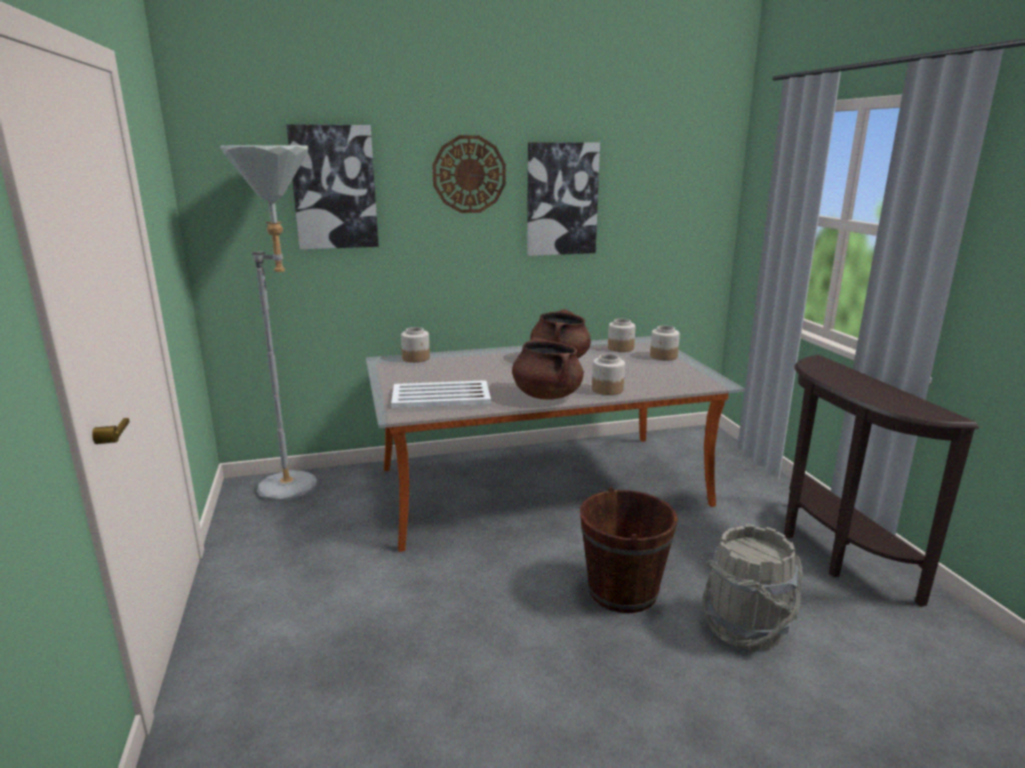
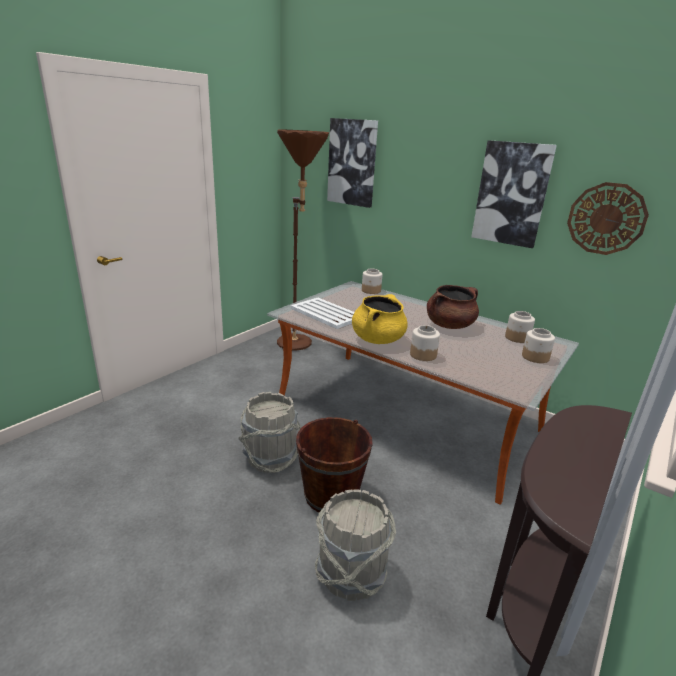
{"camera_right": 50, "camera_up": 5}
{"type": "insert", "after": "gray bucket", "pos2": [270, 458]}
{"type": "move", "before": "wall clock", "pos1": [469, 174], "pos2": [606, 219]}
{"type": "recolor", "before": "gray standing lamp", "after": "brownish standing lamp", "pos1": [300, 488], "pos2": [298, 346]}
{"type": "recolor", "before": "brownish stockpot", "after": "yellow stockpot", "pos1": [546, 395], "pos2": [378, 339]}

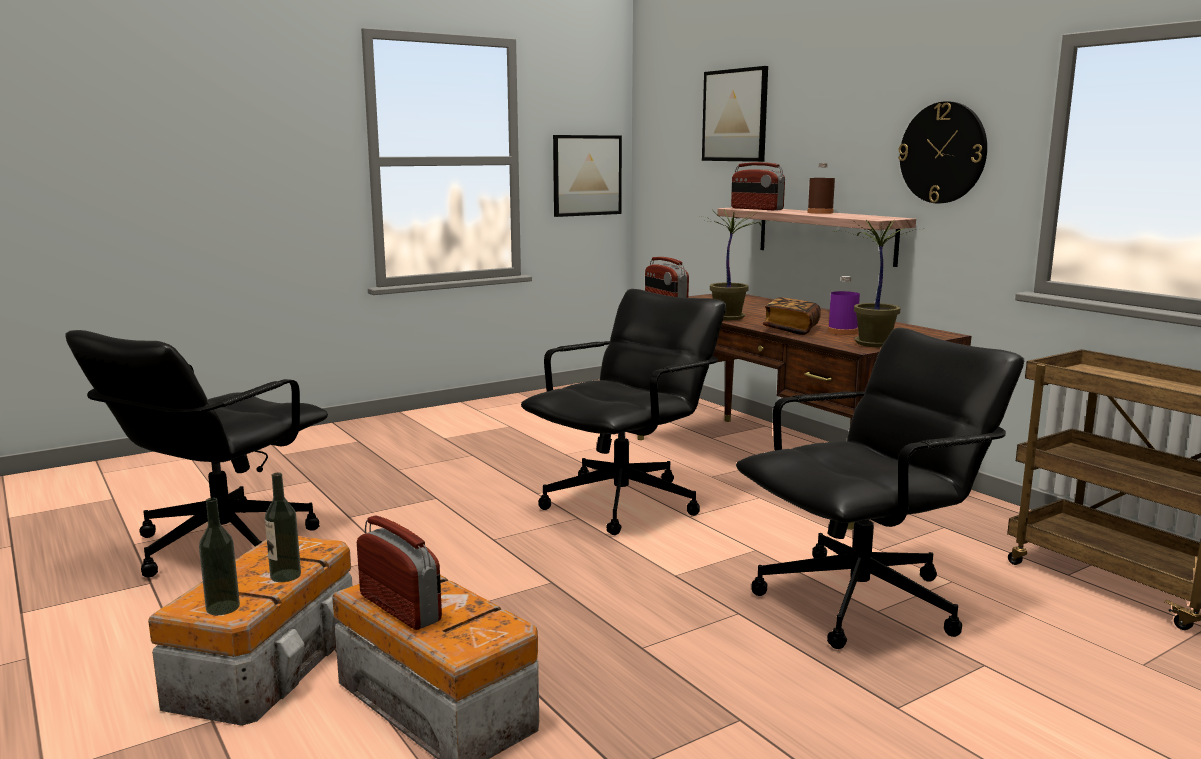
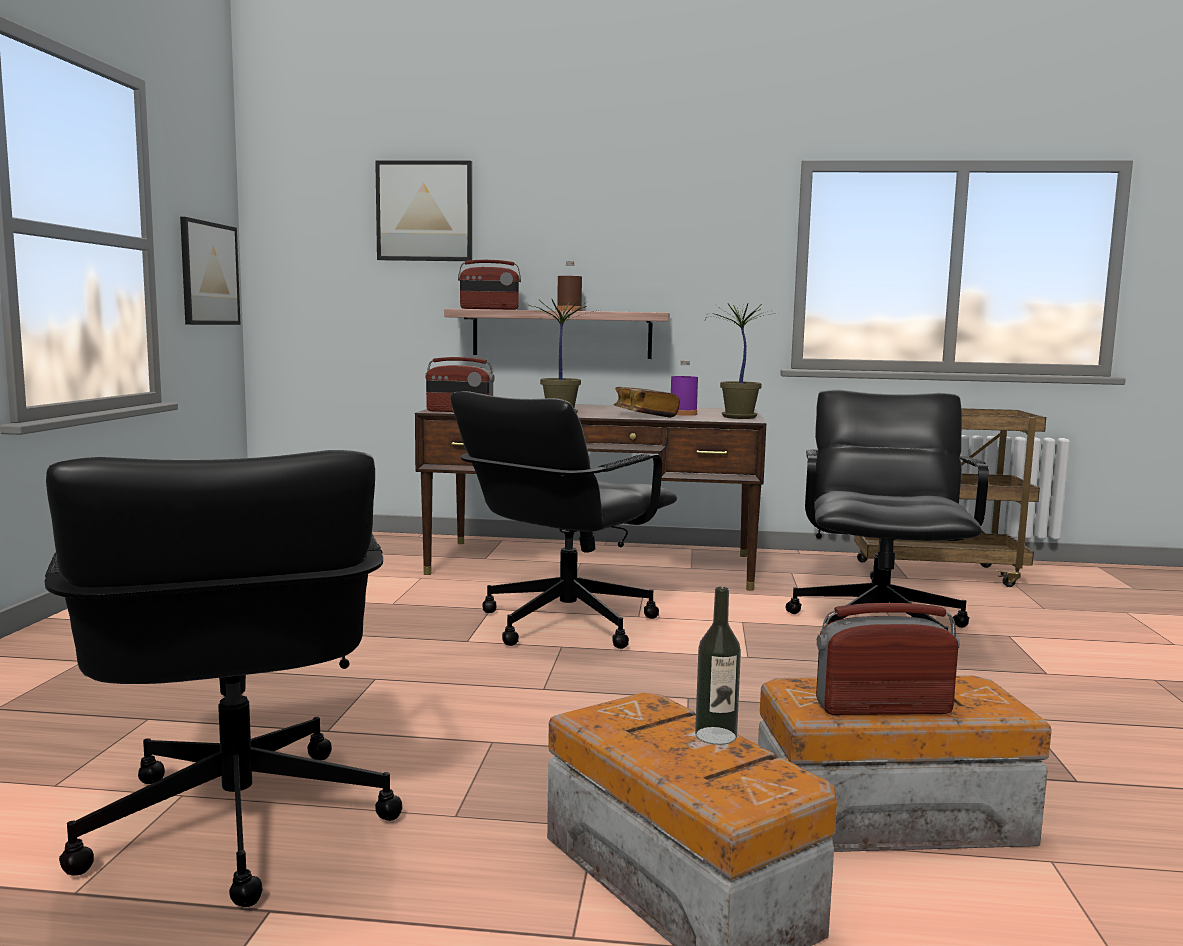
{"camera_right": -50, "camera_up": -5}
{"type": "delete", "before": "bottle", "pos1": [223, 608]}
{"type": "delete", "before": "wall clock", "pos1": [943, 153]}
{"type": "rotate", "before": "black-coloured computer chair", "pos1": [624, 503], "pos2": [564, 624], "turn": -135}

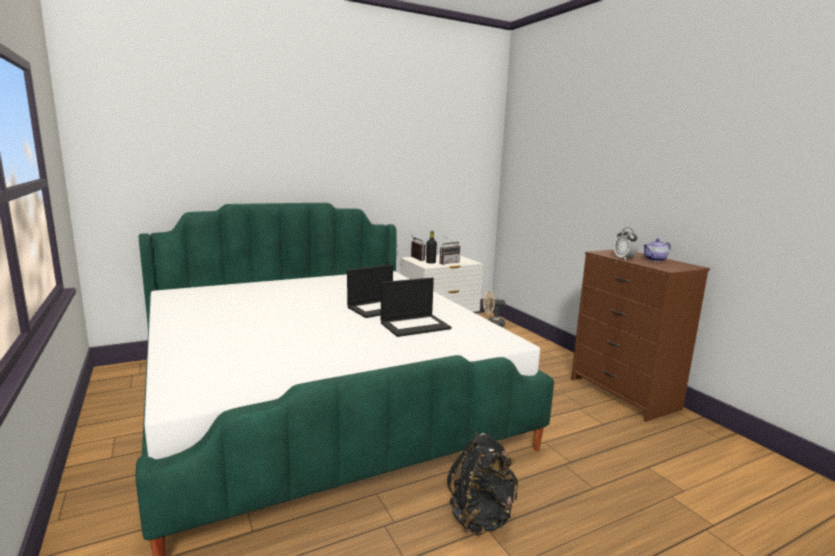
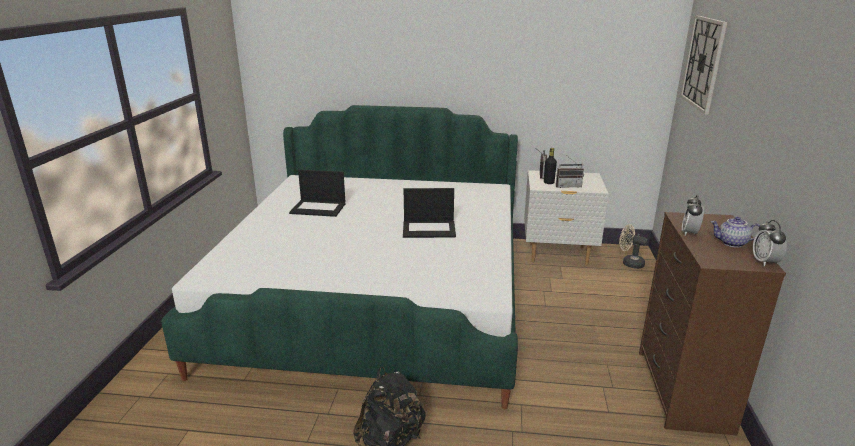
{"camera_right": 35, "camera_up": 10}
{"type": "insert", "after": "wall clock", "pos2": [703, 63]}
{"type": "insert", "after": "alarm clock", "pos2": [764, 262]}
{"type": "move", "before": "laptop", "pos1": [415, 325], "pos2": [319, 208]}

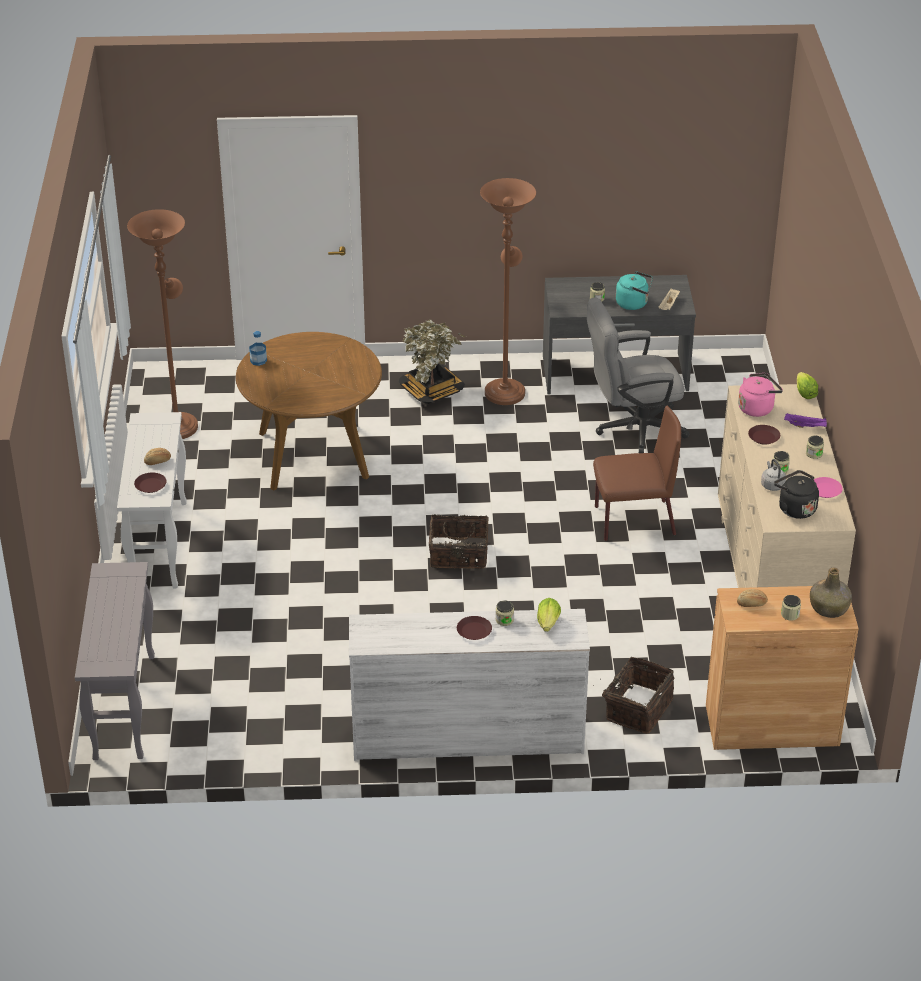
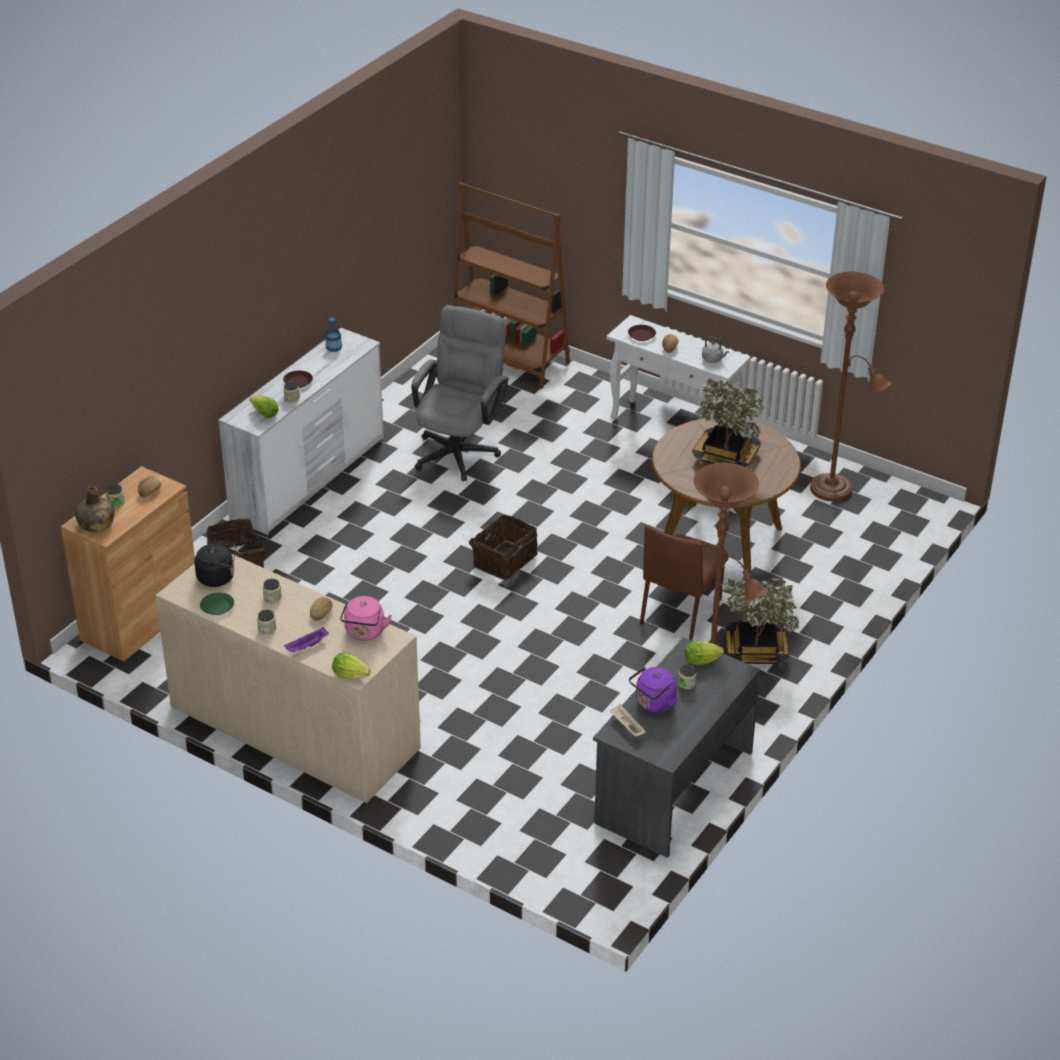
{"camera_right": 125, "camera_up": 0}
{"type": "insert", "after": "lettuce head", "pos2": [701, 660]}
{"type": "insert", "after": "plant in a pot", "pos2": [725, 456]}
{"type": "move", "before": "bottle", "pos1": [258, 361], "pos2": [334, 347]}
{"type": "move", "before": "gray computer chair", "pos1": [632, 428], "pos2": [460, 449]}
{"type": "move", "before": "brownish plain chair", "pos1": [633, 521], "pos2": [681, 611]}
{"type": "move", "before": "gray tea kettle", "pos1": [772, 485], "pos2": [713, 359]}
{"type": "replace", "before": "gray console table", "after": "brownish shelving unit", "pos1": [124, 705], "pos2": [509, 358]}
{"type": "replace", "before": "brownish flat dish", "after": "bread", "pos1": [763, 437], "pos2": [322, 613]}
{"type": "recolor", "before": "blue-green tea kettle", "after": "purple-coloured tea kettle", "pos1": [634, 303], "pos2": [653, 704]}
{"type": "recolor", "before": "pink-coloured flat dish", "after": "greenish flat dish", "pos1": [825, 490], "pos2": [217, 607]}

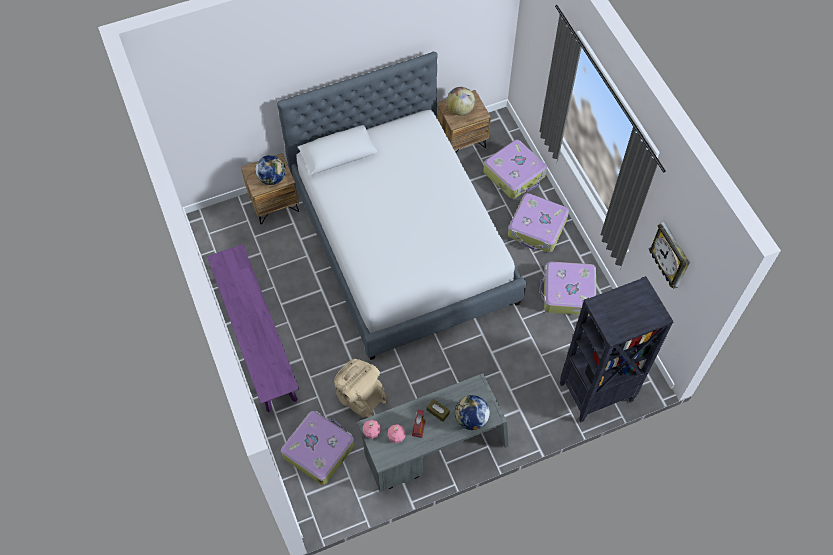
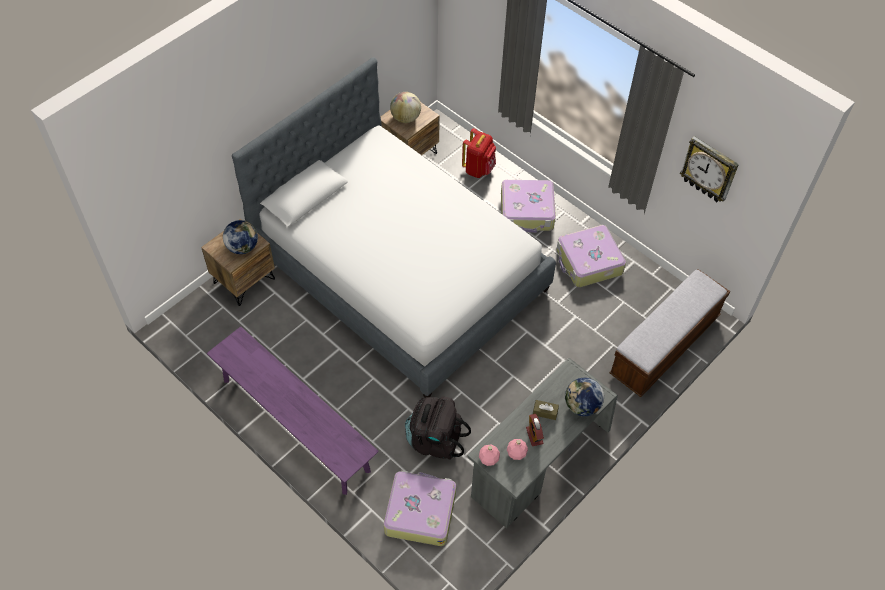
{"camera_right": -25, "camera_up": -5}
{"type": "replace", "before": "piece of luggage", "after": "red rucksack", "pos1": [515, 174], "pos2": [478, 169]}
{"type": "replace", "before": "black-coloured shelving unit", "after": "indoor bench", "pos1": [595, 392], "pos2": [664, 346]}
{"type": "recolor", "before": "beige-coloured rucksack", "after": "black-coloured rucksack", "pos1": [359, 396], "pos2": [434, 440]}

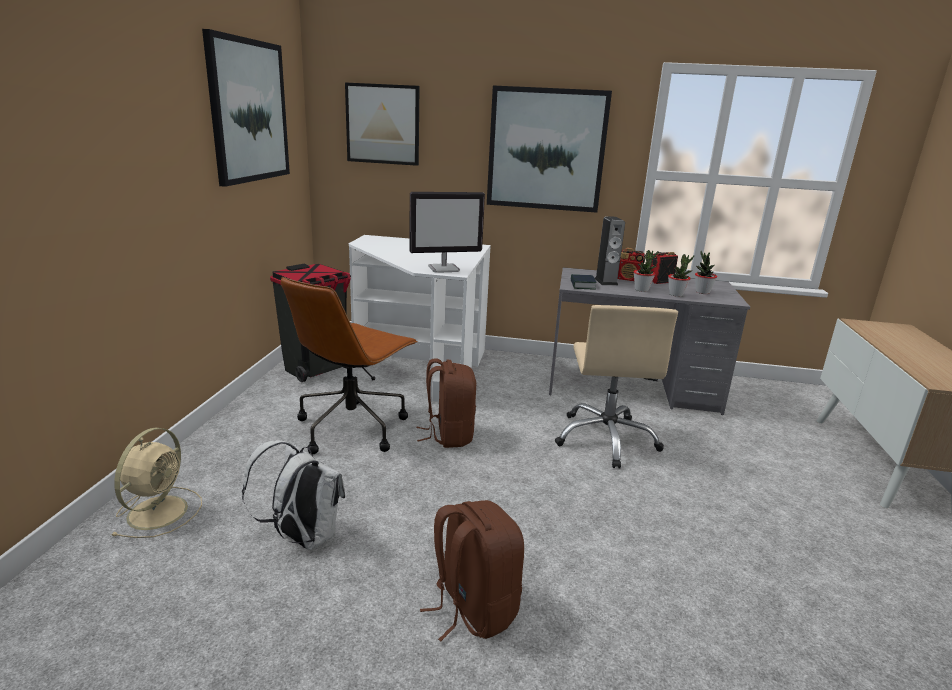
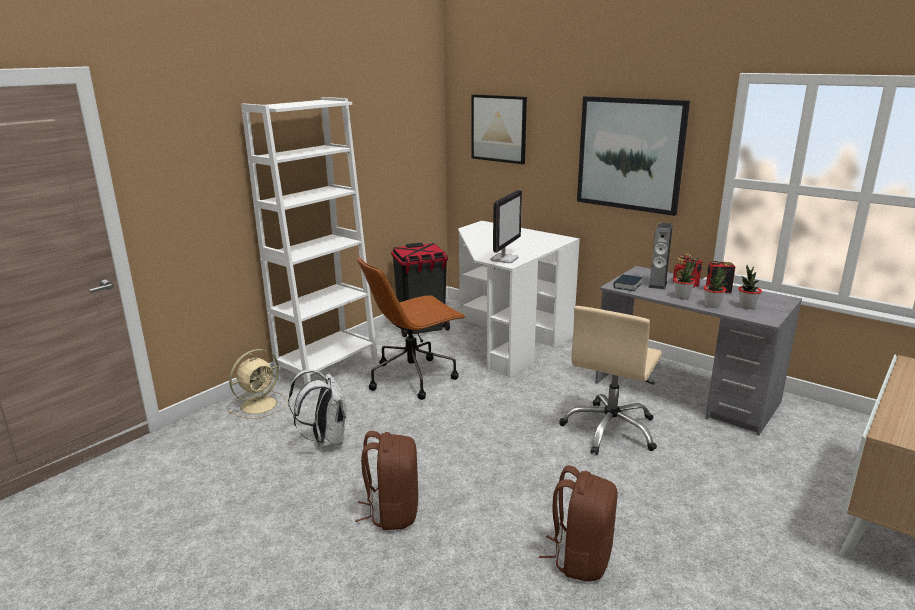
{"camera_right": 30, "camera_up": 0}
{"type": "delete", "before": "wall picture", "pos1": [249, 111]}
{"type": "insert", "after": "white-coloured shelving unit", "pos2": [328, 370]}
{"type": "move", "before": "brownish rucksack", "pos1": [448, 435], "pos2": [580, 558]}
{"type": "rotate", "before": "computer display", "pos1": [444, 269], "pos2": [504, 259], "turn": -75}

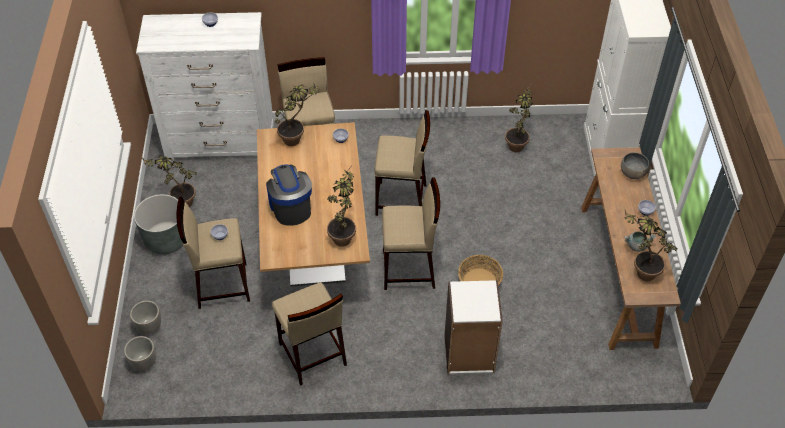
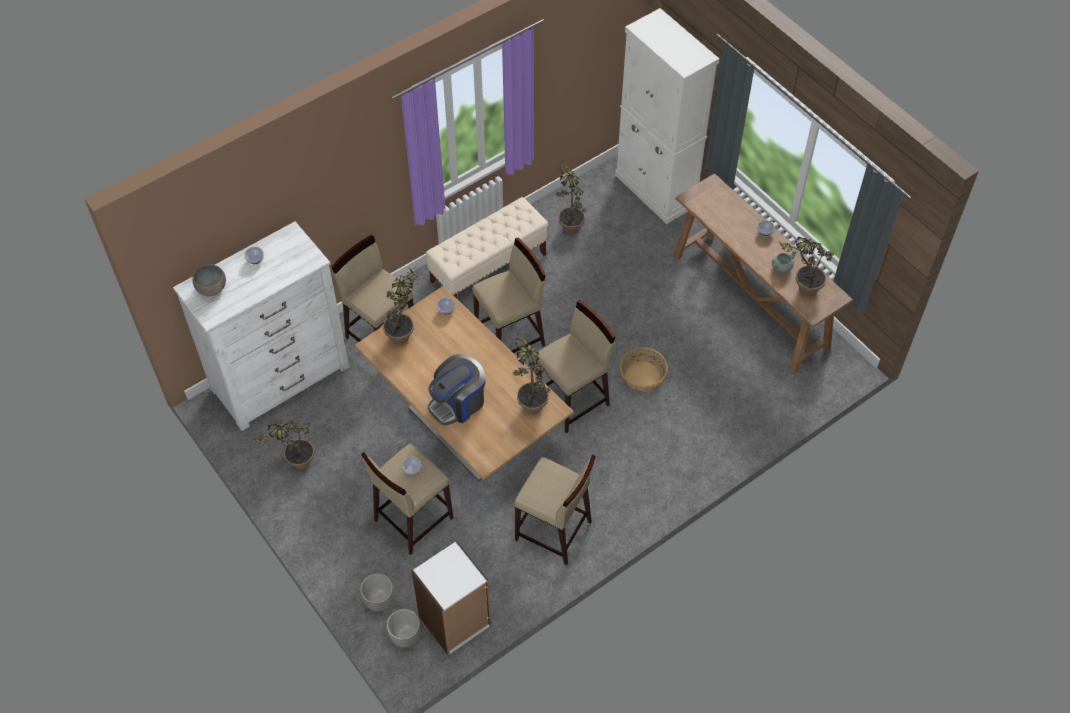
{"camera_right": -35, "camera_up": 5}
{"type": "delete", "before": "gray planter", "pos1": [166, 240]}
{"type": "insert", "after": "beige-coloured indoor bench", "pos2": [488, 268]}
{"type": "move", "before": "white-coloured shelving unit", "pos1": [469, 354], "pos2": [455, 622]}
{"type": "move", "before": "gray deep dish", "pos1": [632, 173], "pos2": [211, 288]}
{"type": "rotate", "before": "coffee maker", "pos1": [290, 207], "pos2": [458, 403], "turn": -75}

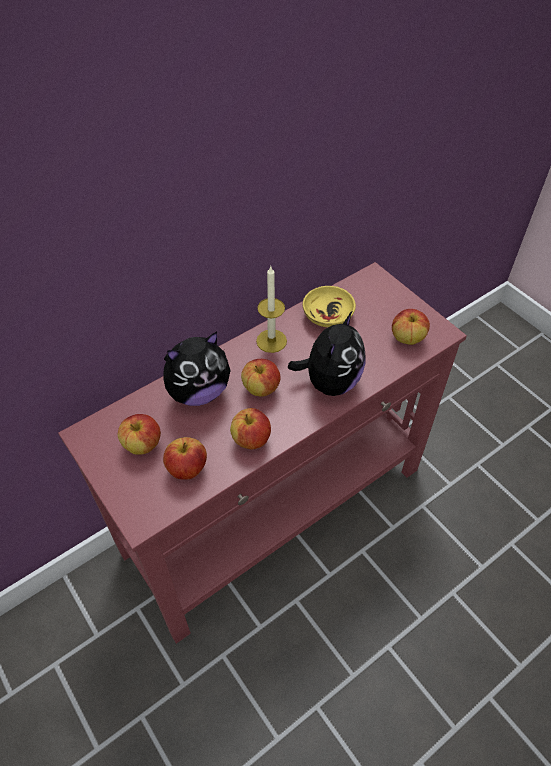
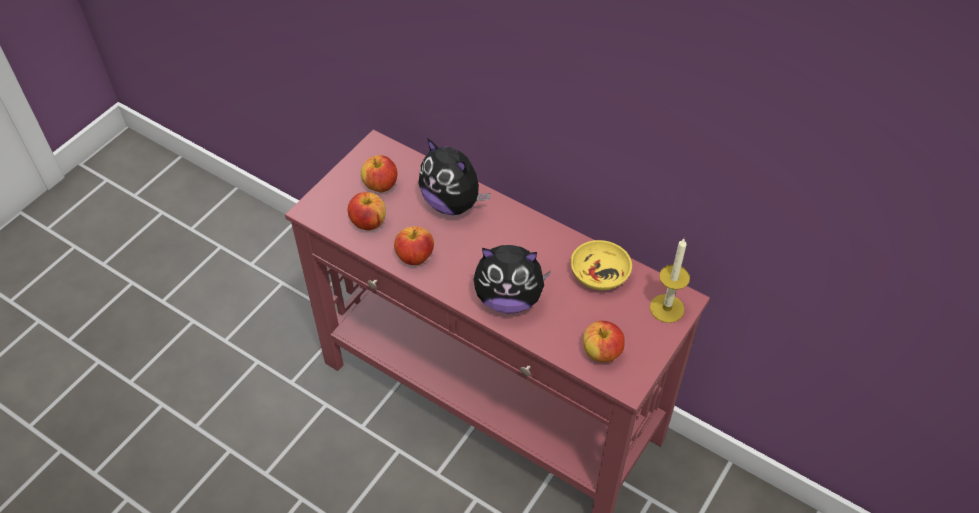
{"camera_right": 70, "camera_up": 0}
{"type": "delete", "before": "apple fruit", "pos1": [261, 389]}
{"type": "move", "before": "candle", "pos1": [271, 341], "pos2": [666, 308]}

